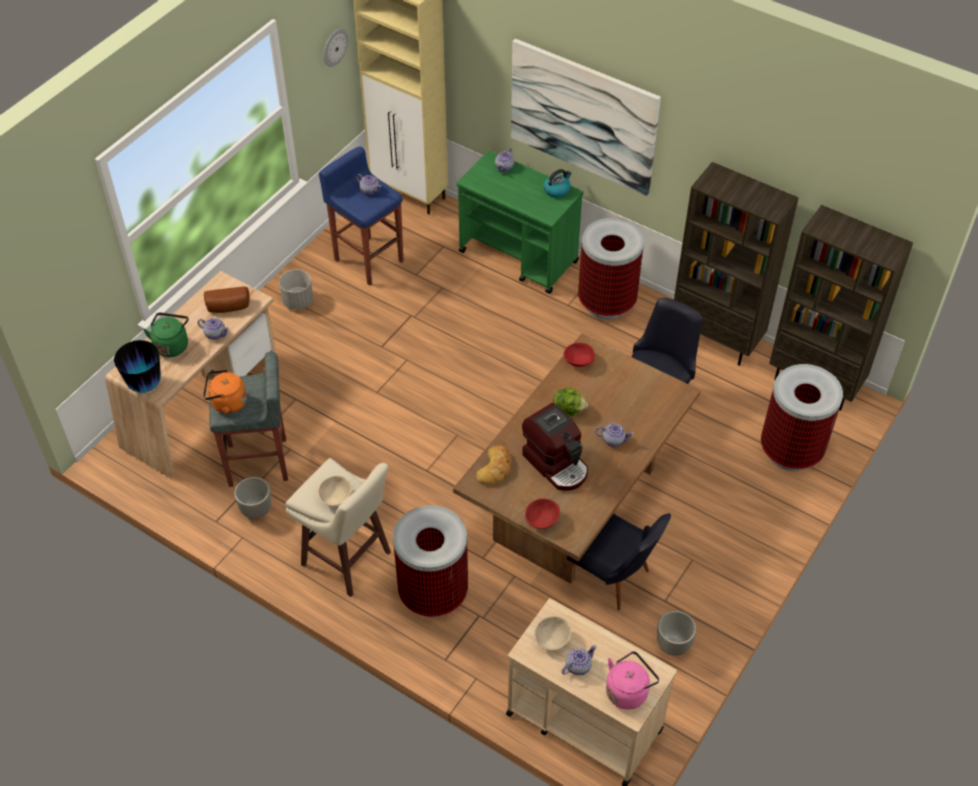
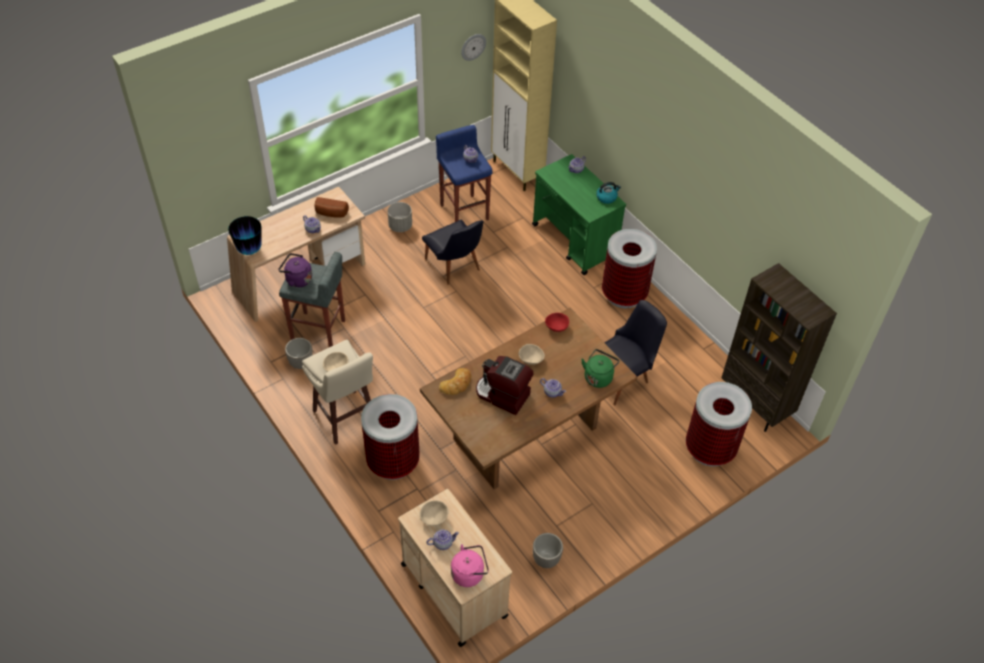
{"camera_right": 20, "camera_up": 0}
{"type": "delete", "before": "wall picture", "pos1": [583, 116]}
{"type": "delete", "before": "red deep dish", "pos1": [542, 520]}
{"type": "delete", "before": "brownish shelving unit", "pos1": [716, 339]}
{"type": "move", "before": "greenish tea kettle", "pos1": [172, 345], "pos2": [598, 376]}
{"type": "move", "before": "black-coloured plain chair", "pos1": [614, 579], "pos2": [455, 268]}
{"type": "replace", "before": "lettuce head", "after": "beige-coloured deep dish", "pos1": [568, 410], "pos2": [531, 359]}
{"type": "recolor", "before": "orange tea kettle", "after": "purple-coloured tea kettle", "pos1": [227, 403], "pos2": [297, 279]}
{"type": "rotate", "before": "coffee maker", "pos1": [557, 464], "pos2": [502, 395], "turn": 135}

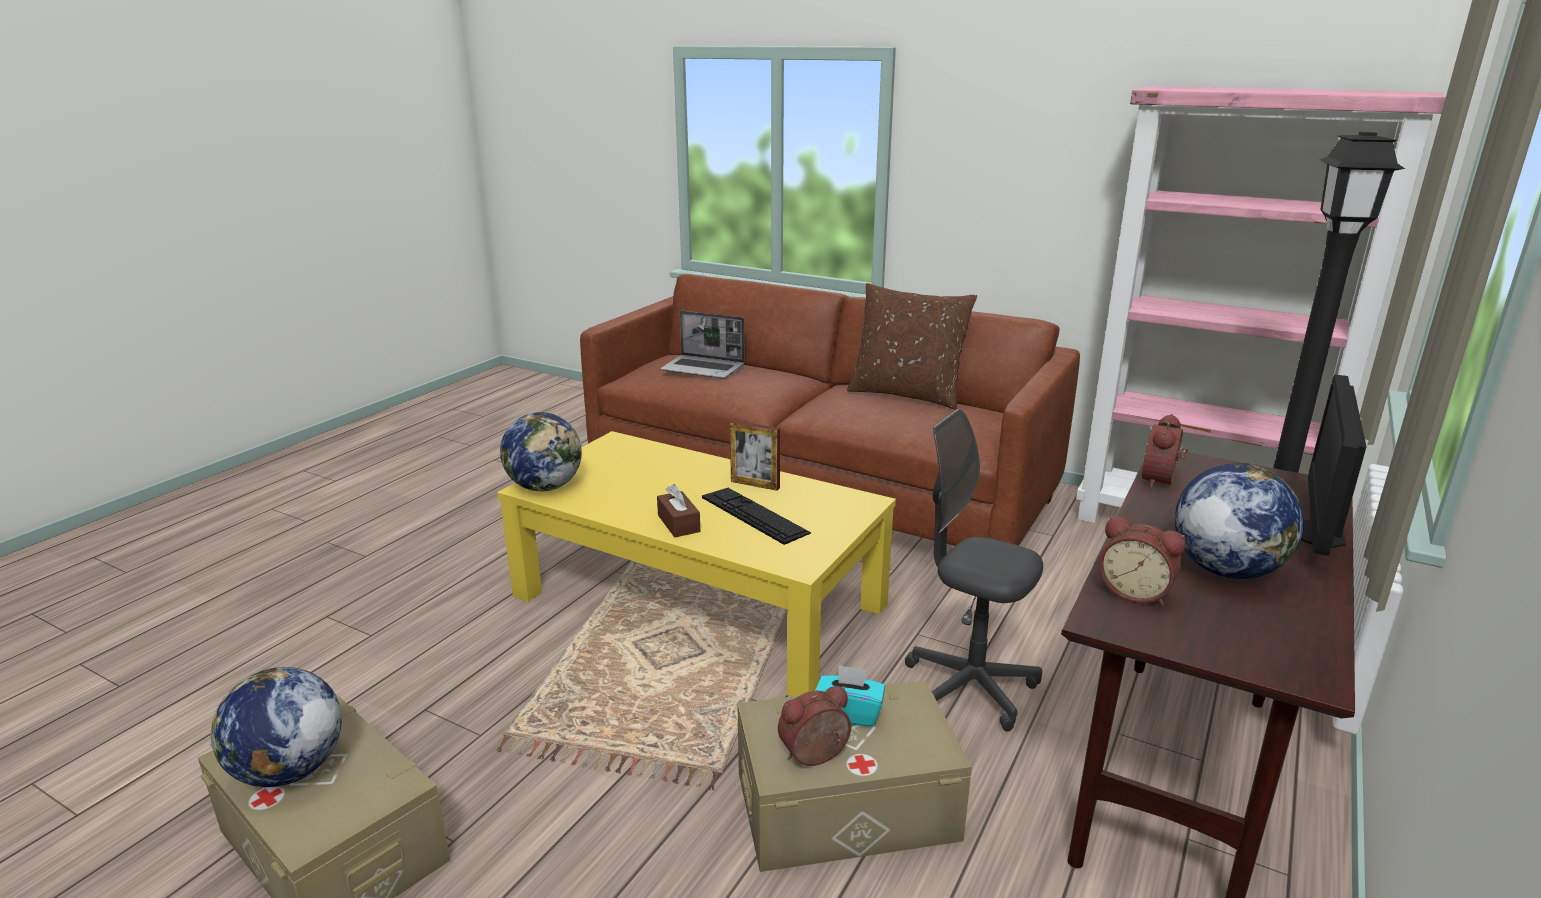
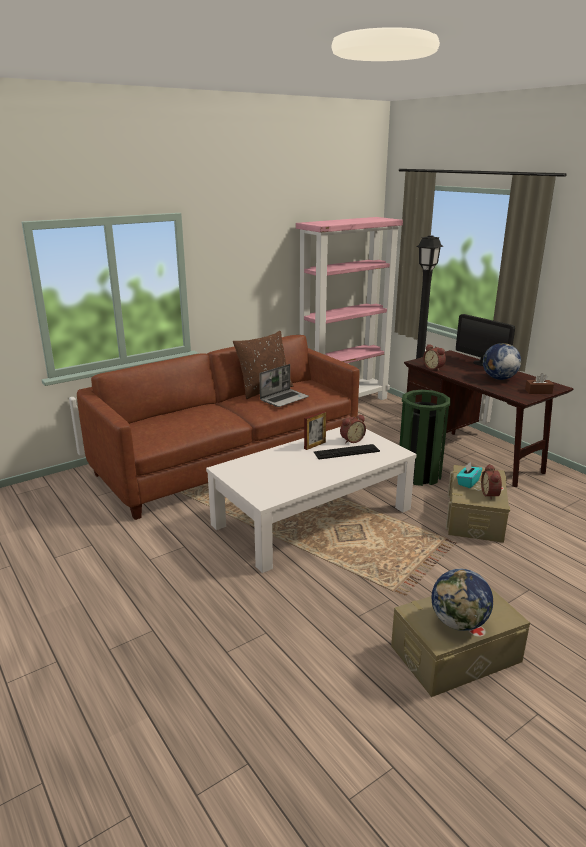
{"camera_right": -65, "camera_up": 0}
{"type": "delete", "before": "globe", "pos1": [545, 487]}
{"type": "move", "before": "brownish box of tissues", "pos1": [678, 523], "pos2": [538, 391]}
{"type": "move", "before": "laptop", "pos1": [704, 369], "pos2": [284, 399]}
{"type": "move", "before": "alarm clock", "pos1": [1135, 592], "pos2": [351, 440]}
{"type": "replace", "before": "gray computer chair", "after": "greenish trash can", "pos1": [970, 687], "pos2": [419, 475]}
{"type": "recolor", "before": "yellow low table", "after": "white-coloured low table", "pos1": [699, 600], "pos2": [313, 516]}

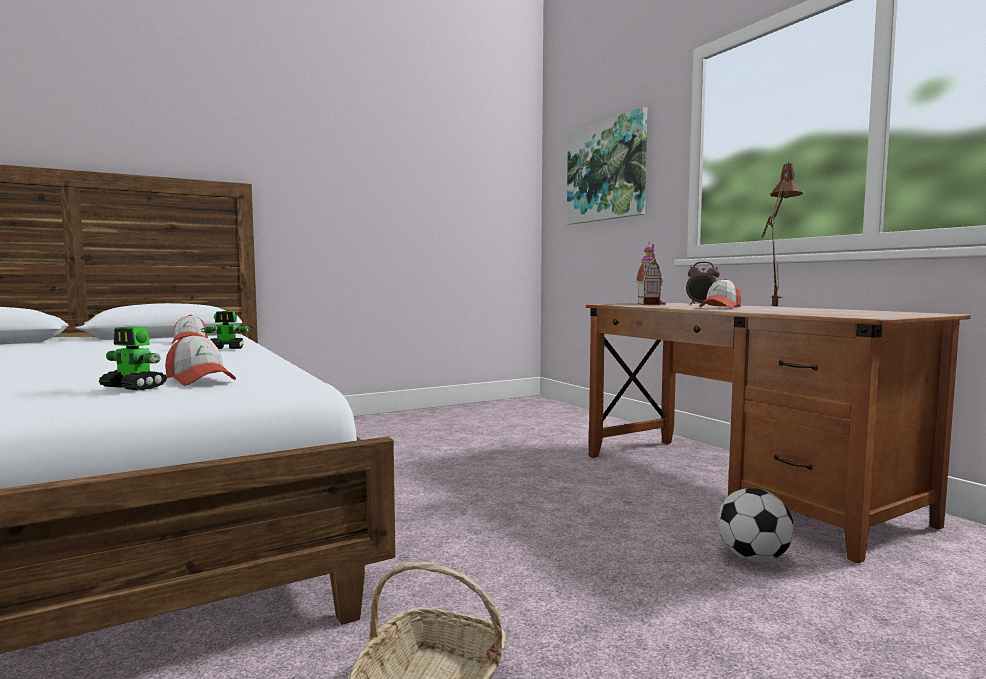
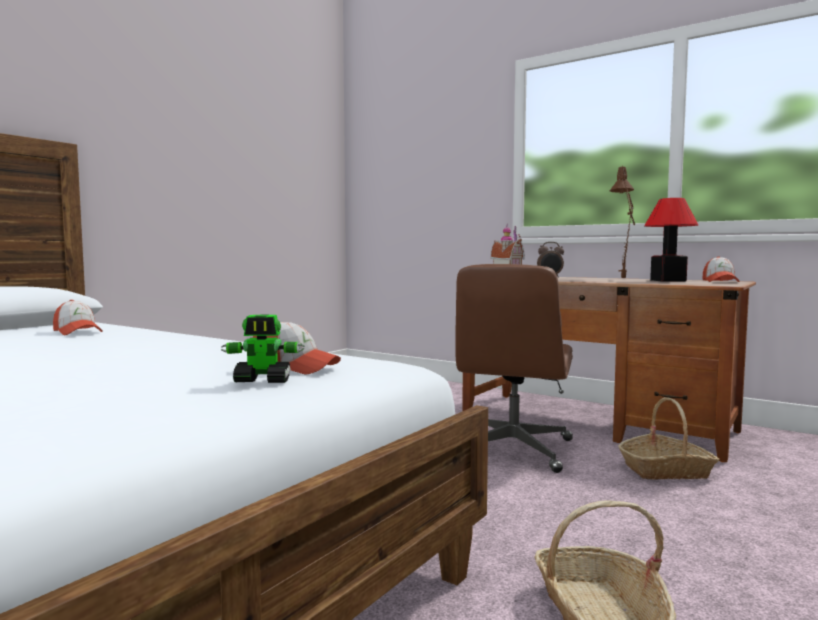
{"camera_right": -25, "camera_up": 0}
{"type": "delete", "before": "robot figure", "pos1": [227, 348]}
{"type": "delete", "before": "wall picture", "pos1": [606, 171]}
{"type": "insert", "after": "brownish computer chair", "pos2": [513, 450]}
{"type": "insert", "after": "tabletop lamp", "pos2": [668, 280]}
{"type": "move", "before": "cap", "pos1": [720, 307], "pos2": [720, 281]}
{"type": "replace", "before": "ball for football", "after": "household basket", "pos1": [753, 557], "pos2": [666, 470]}

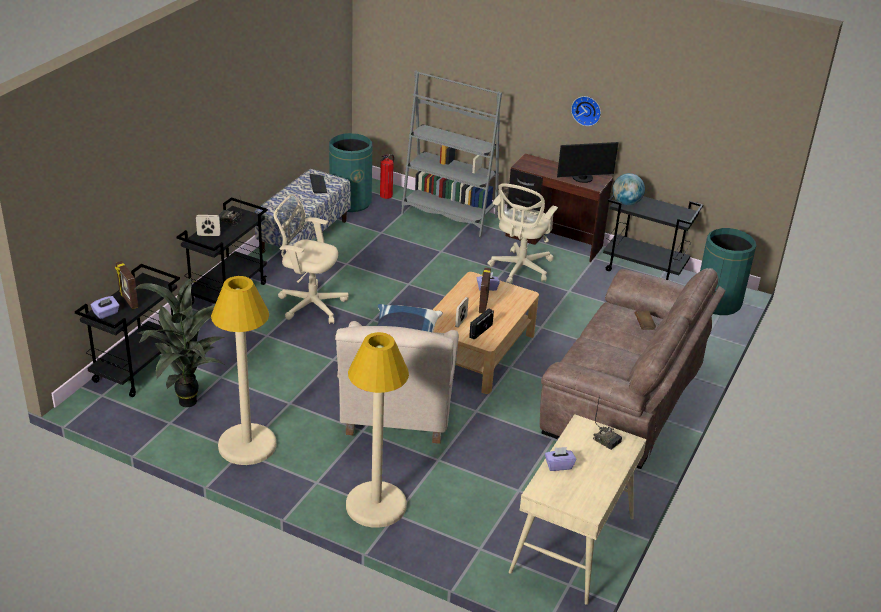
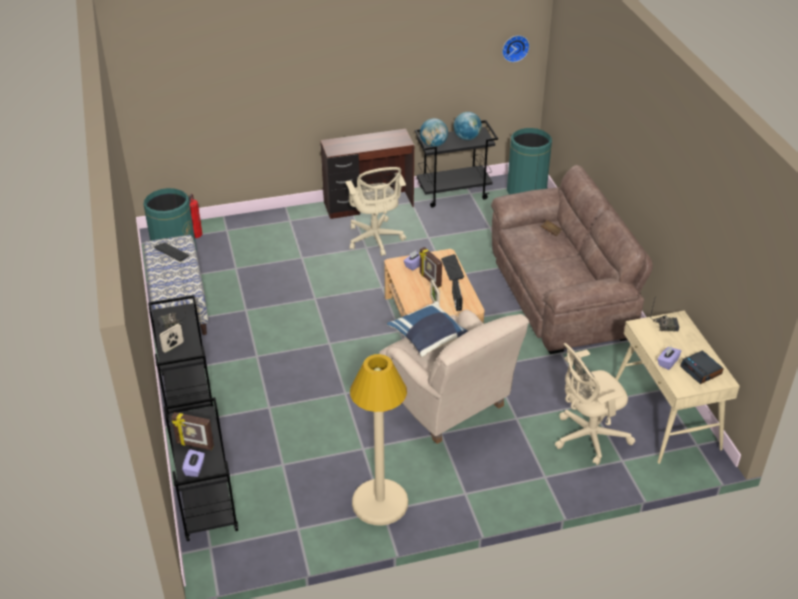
{"camera_right": -40, "camera_up": 5}
{"type": "delete", "before": "plant in a pot", "pos1": [189, 404]}
{"type": "delete", "before": "beige-coloured standing lamp", "pos1": [376, 505]}
{"type": "delete", "before": "gray shelving unit", "pos1": [449, 215]}
{"type": "delete", "before": "computer display", "pos1": [583, 179]}
{"type": "insert", "after": "keyboard", "pos2": [452, 268]}
{"type": "insert", "after": "globe", "pos2": [467, 138]}
{"type": "insert", "after": "alarm clock", "pos2": [701, 370]}
{"type": "move", "before": "beige-coloured computer chair", "pos1": [309, 304], "pos2": [587, 437]}
{"type": "move", "before": "wall clock", "pos1": [586, 110], "pos2": [515, 47]}

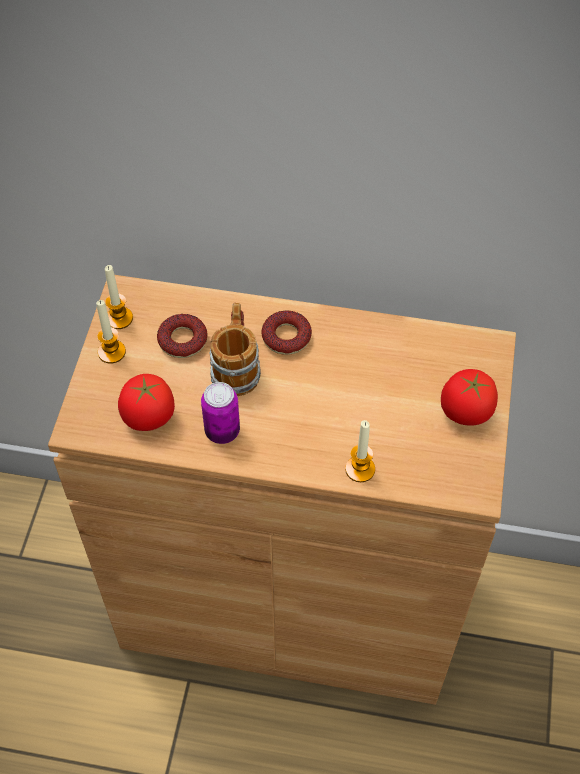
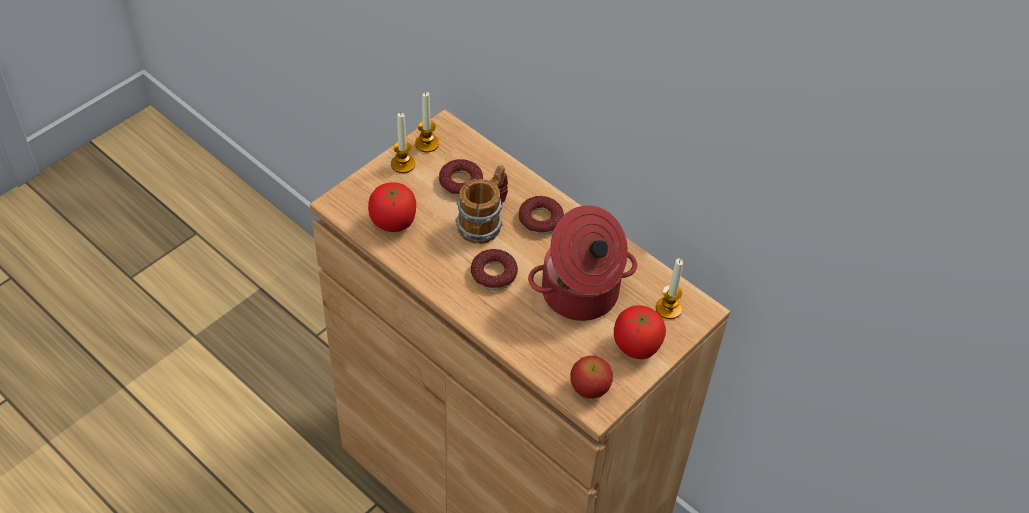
{"camera_right": 30, "camera_up": -5}
{"type": "delete", "before": "can", "pos1": [222, 431]}
{"type": "insert", "after": "donut", "pos2": [493, 274]}
{"type": "insert", "after": "stockpot", "pos2": [580, 294]}
{"type": "insert", "after": "apple fruit", "pos2": [589, 389]}
{"type": "move", "before": "candle", "pos1": [360, 469], "pos2": [668, 308]}

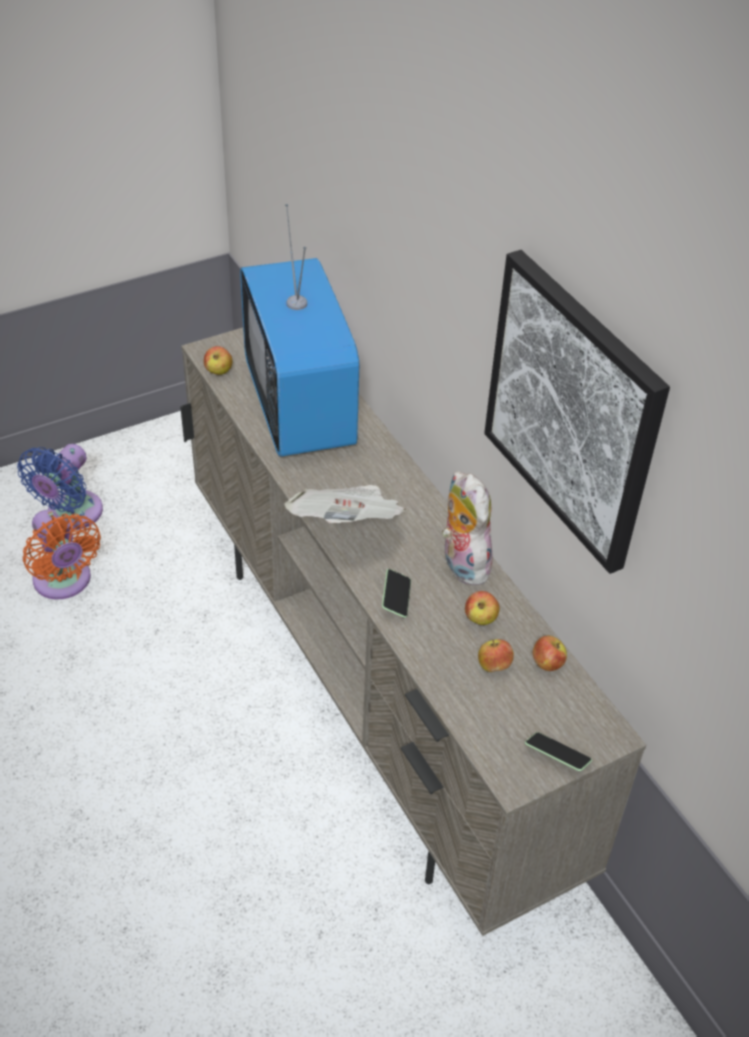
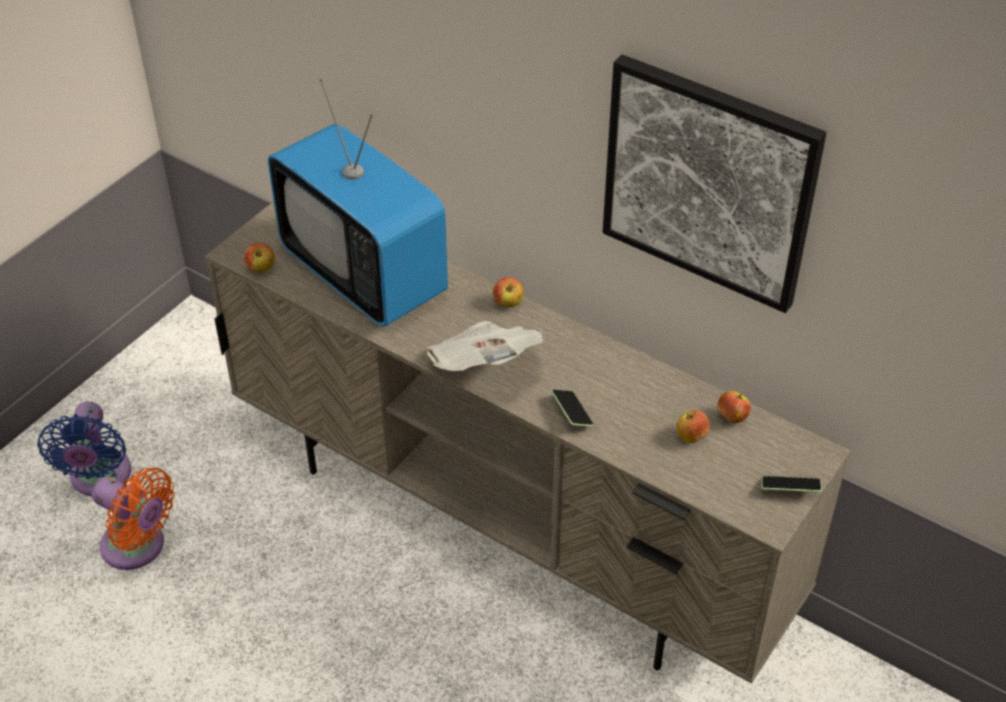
{"camera_right": -25, "camera_up": 0}
{"type": "delete", "before": "cuddly toy", "pos1": [461, 564]}
{"type": "move", "before": "apple fruit", "pos1": [480, 618], "pos2": [508, 303]}

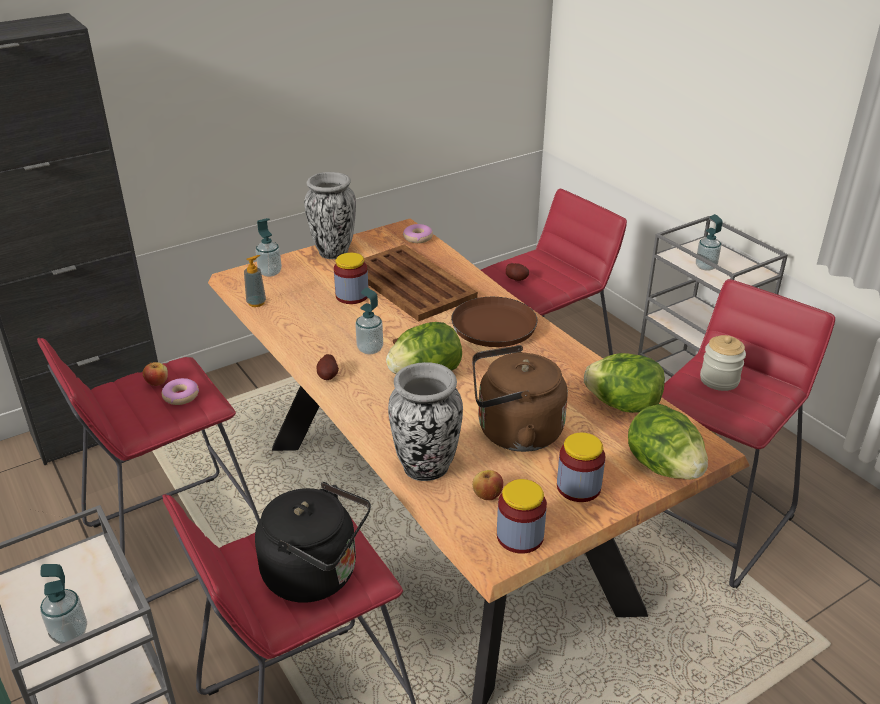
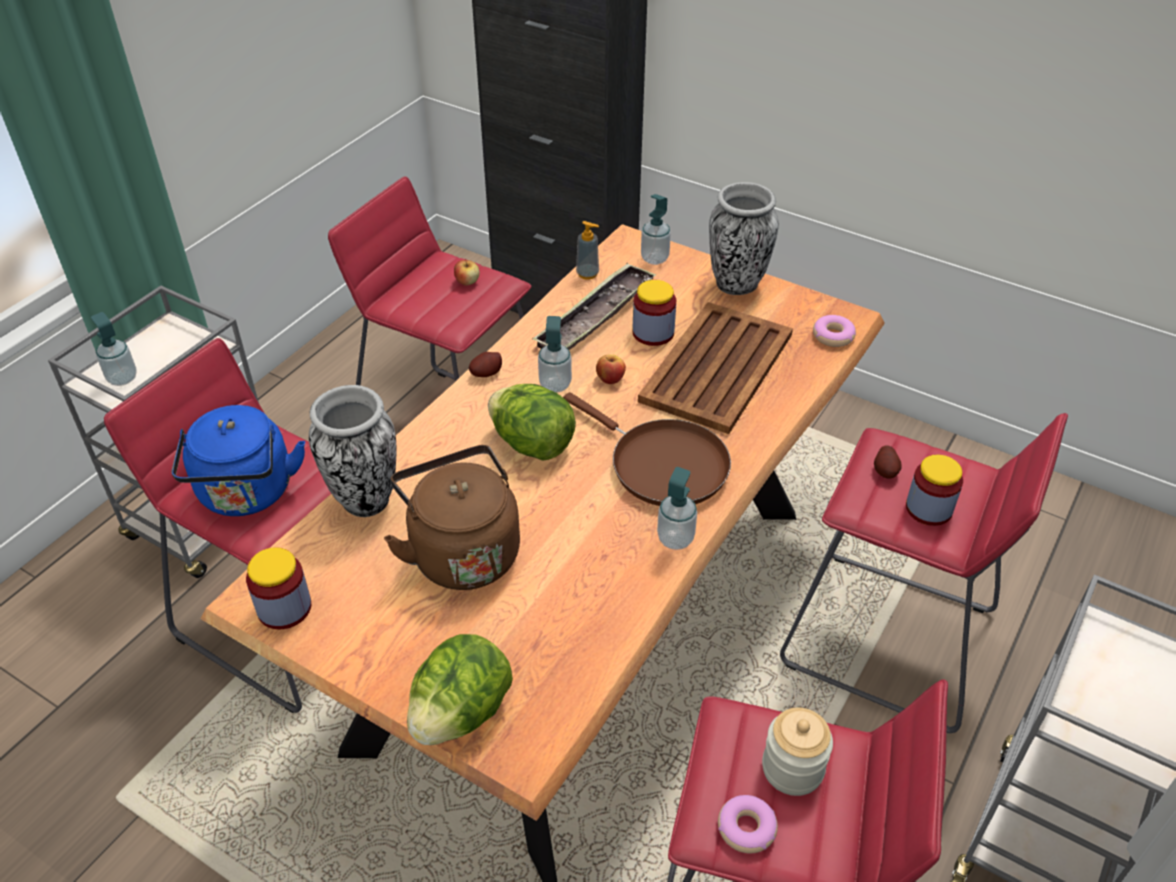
{"camera_right": 65, "camera_up": 10}
{"type": "delete", "before": "lettuce head", "pos1": [623, 405]}
{"type": "insert", "after": "serving tray", "pos2": [595, 316]}
{"type": "move", "before": "donut", "pos1": [181, 396], "pos2": [746, 828]}
{"type": "move", "before": "apple fruit", "pos1": [487, 495], "pos2": [610, 379]}
{"type": "move", "before": "storage jar", "pos1": [578, 487], "pos2": [928, 509]}
{"type": "move", "before": "liquid soap bottle", "pos1": [705, 266], "pos2": [675, 539]}
{"type": "recolor", "before": "black-coloured tea kettle", "after": "blue-coloured tea kettle", "pos1": [316, 574], "pos2": [246, 495]}

